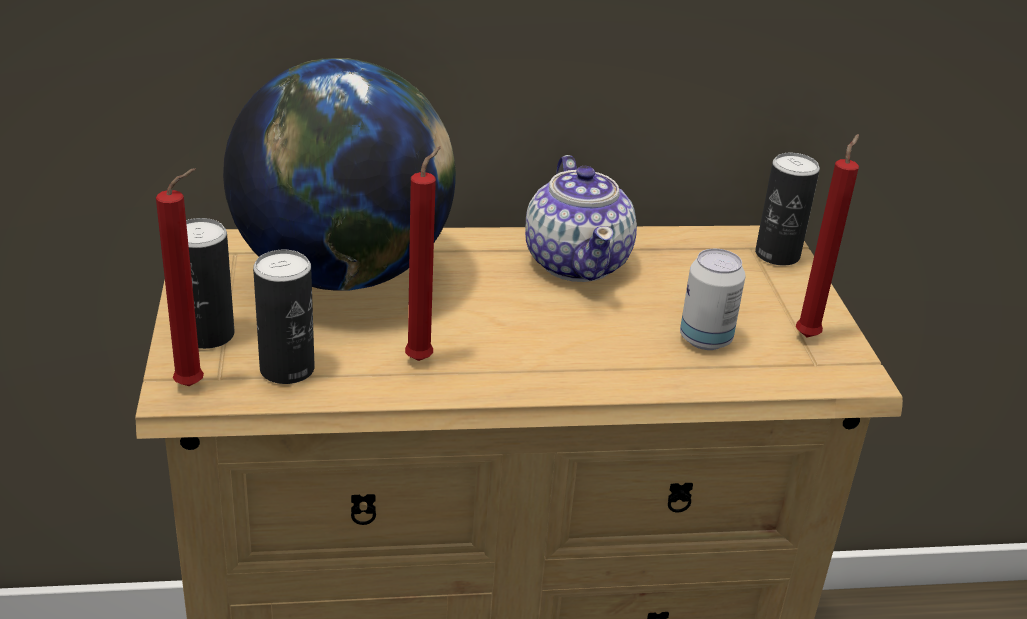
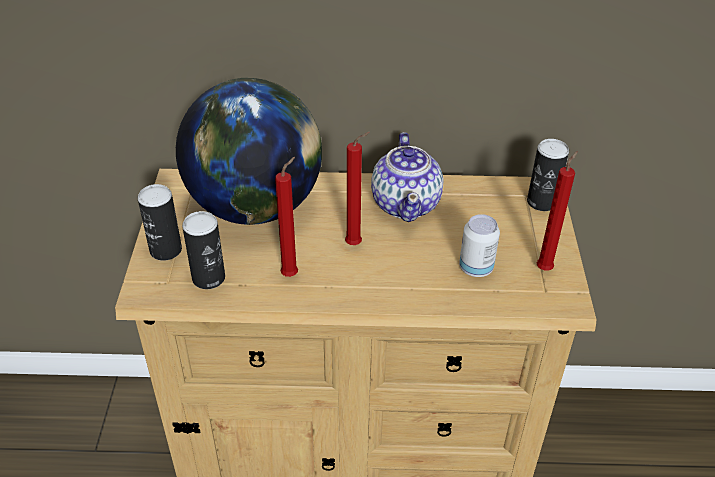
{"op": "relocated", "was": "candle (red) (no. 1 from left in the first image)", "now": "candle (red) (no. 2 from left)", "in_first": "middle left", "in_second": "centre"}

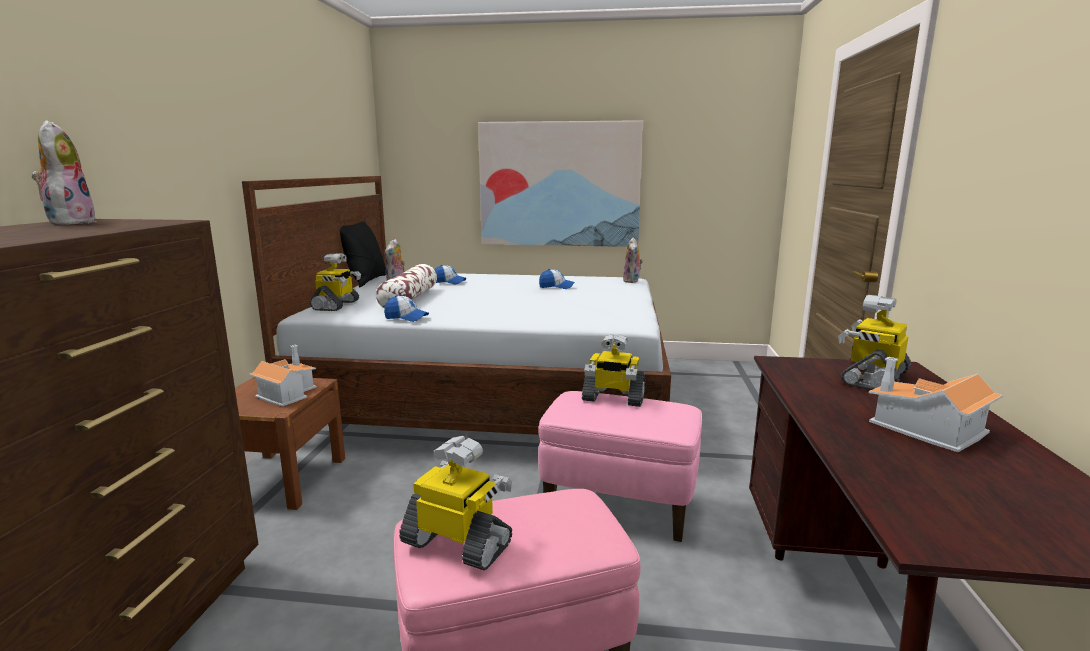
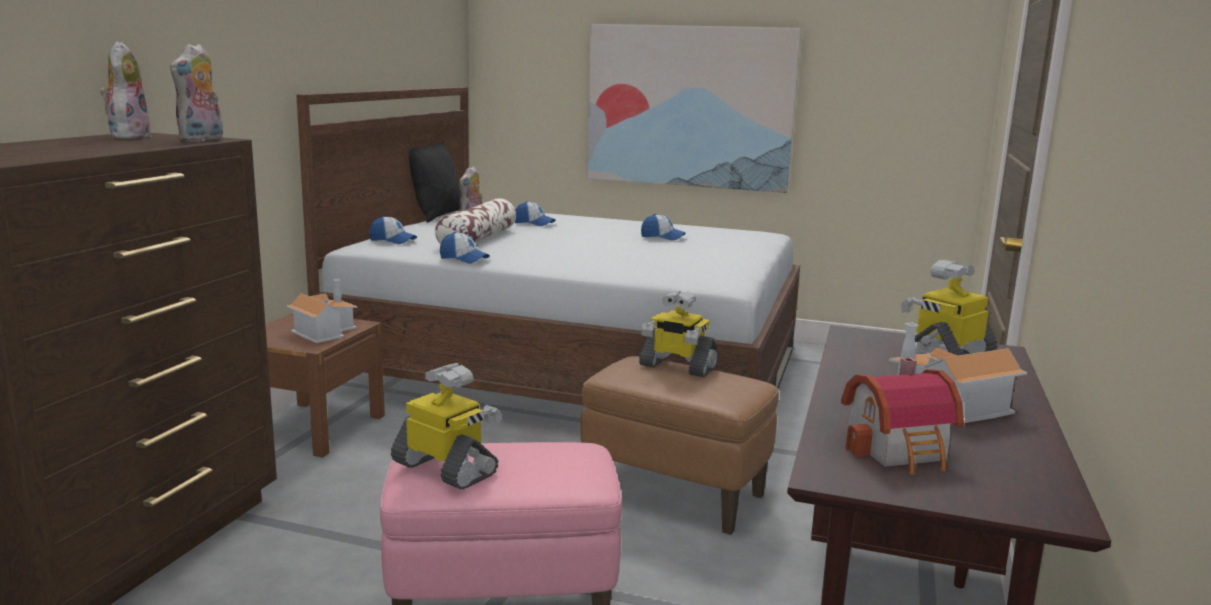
{"op": "appeared", "now": "toy house (no. 2 from left)", "in_second": "bottom right"}
{"op": "relocated", "was": "plush toy (no. 3 from left in the first image)", "now": "plush toy (no. 2 from left)", "in_first": "centre", "in_second": "top left"}
{"op": "exchanged", "was": "toy robot (no. 1 from left)", "now": "cap (no. 1 from left)", "in_first": "middle left", "in_second": "middle left"}
{"op": "colour", "was": "ottoman (pink) (no. 2 from left)", "now": "ottoman (brown)", "in_first": "bottom centre", "in_second": "bottom centre"}

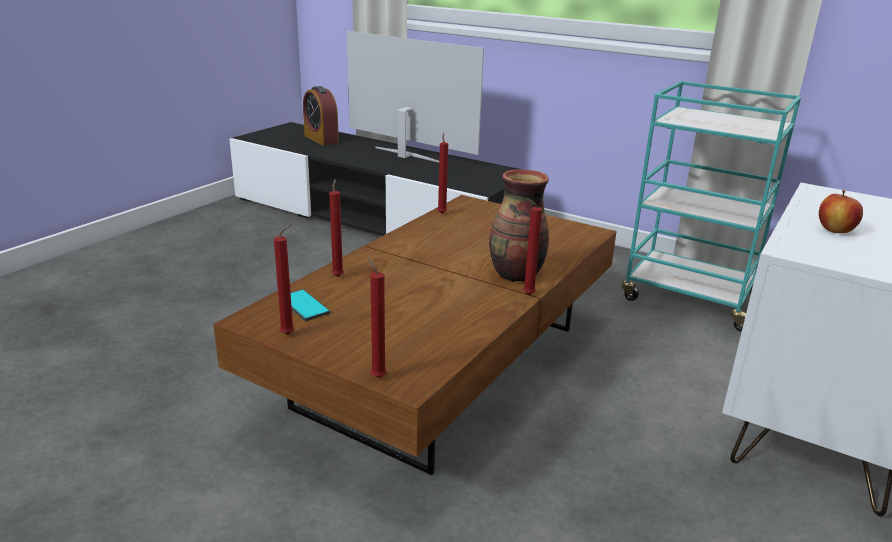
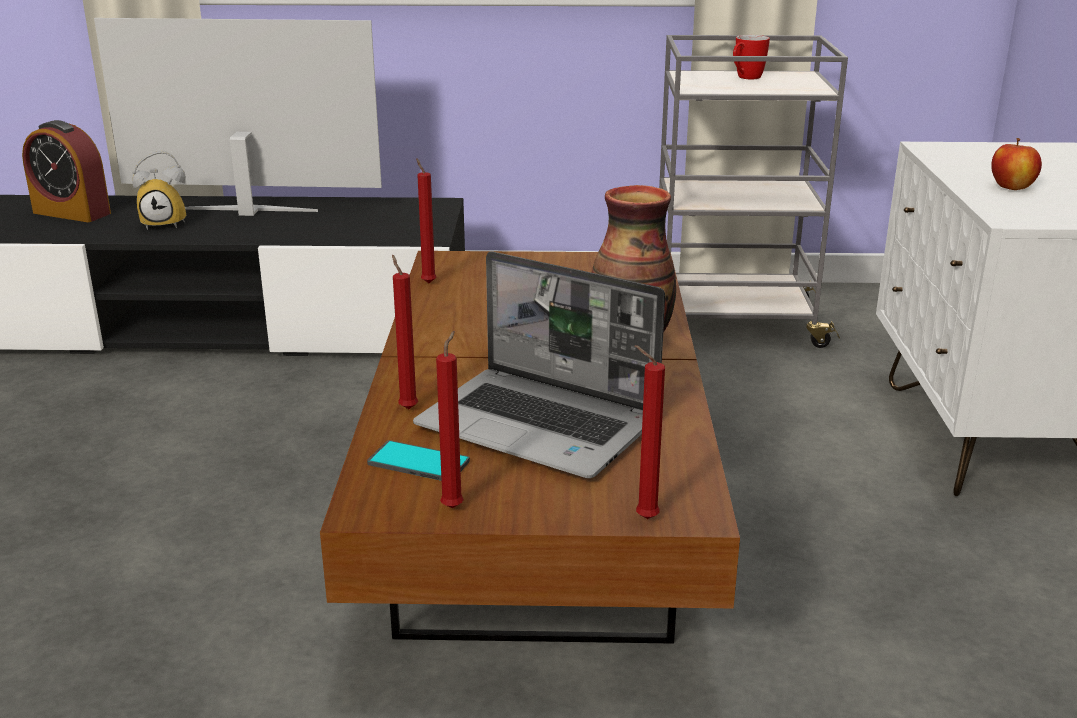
{"op": "missing", "was": "candle (red) (no. 5 from left)", "in_first": "centre"}
{"op": "appeared", "now": "alarm clock (no. 2 from left)", "in_second": "top left"}
{"op": "appeared", "now": "laptop", "in_second": "centre"}
{"op": "appeared", "now": "mug", "in_second": "top right"}
{"op": "colour", "was": "cart (turquoise)", "now": "cart (grey)", "in_first": "middle right", "in_second": "top right"}

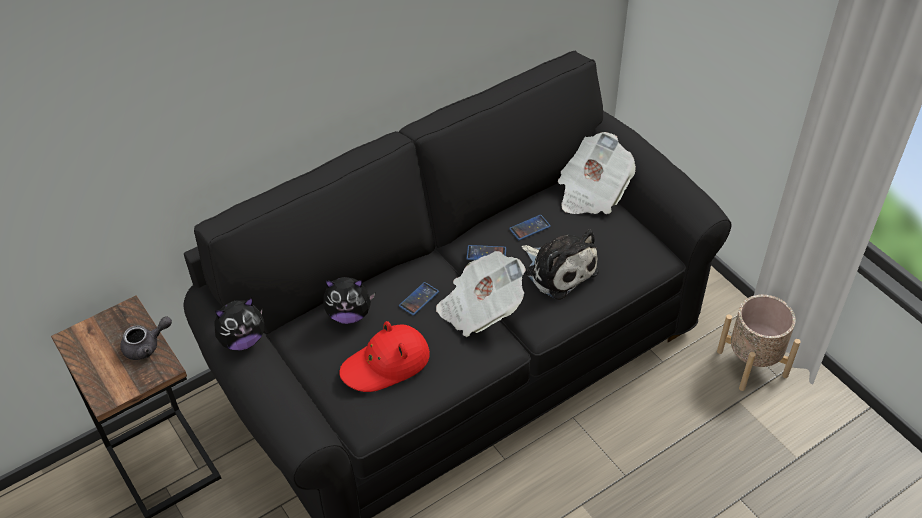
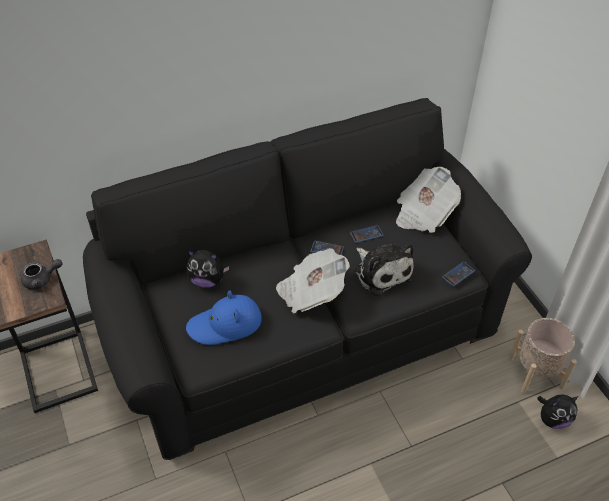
{"op": "relocated", "was": "plush toy (no. 1 from left in the first image)", "now": "plush toy (no. 3 from left)", "in_first": "middle left", "in_second": "bottom right"}
{"op": "relocated", "was": "phone (no. 1 from left in the first image)", "now": "phone (no. 3 from left)", "in_first": "centre", "in_second": "middle right"}
{"op": "colour", "was": "hat (red)", "now": "hat (blue)", "in_first": "bottom centre", "in_second": "centre"}

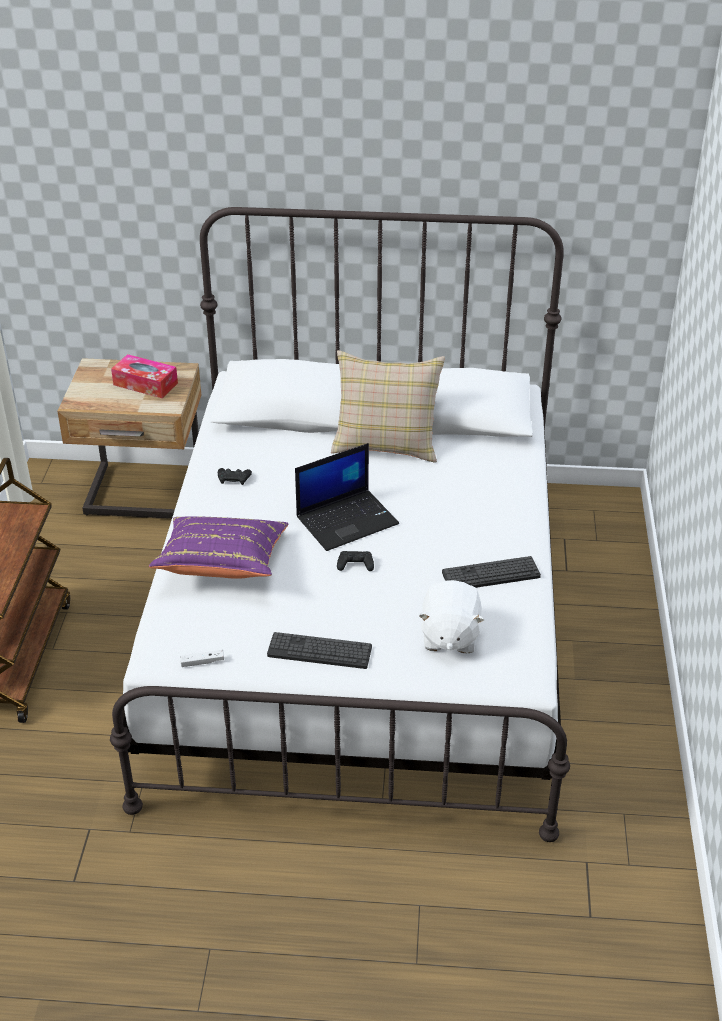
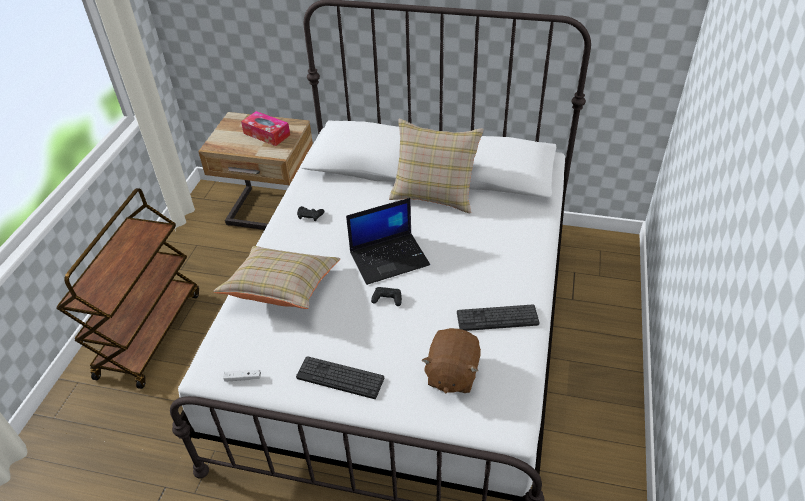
{"op": "colour", "was": "pillow (purple)", "now": "pillow (beige) (no. 1 from left)", "in_first": "middle left", "in_second": "centre"}
{"op": "colour", "was": "plush toy (white)", "now": "plush toy (brown)", "in_first": "centre", "in_second": "bottom centre"}

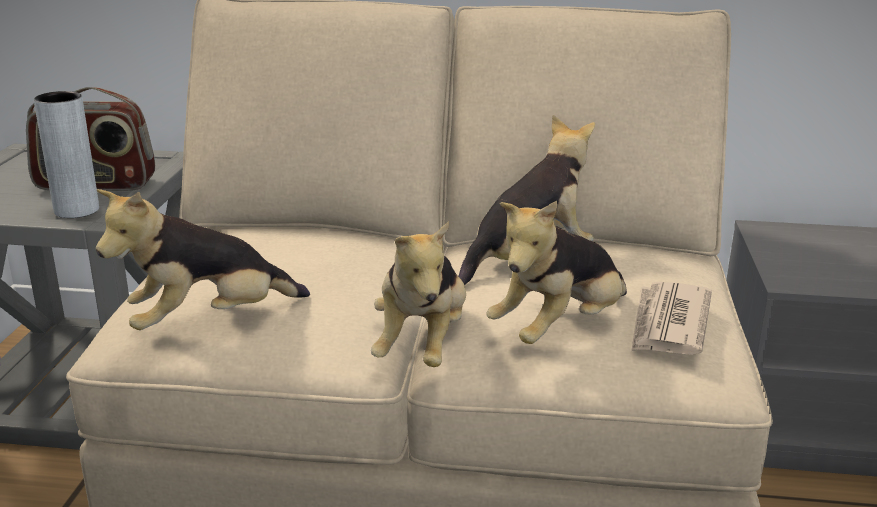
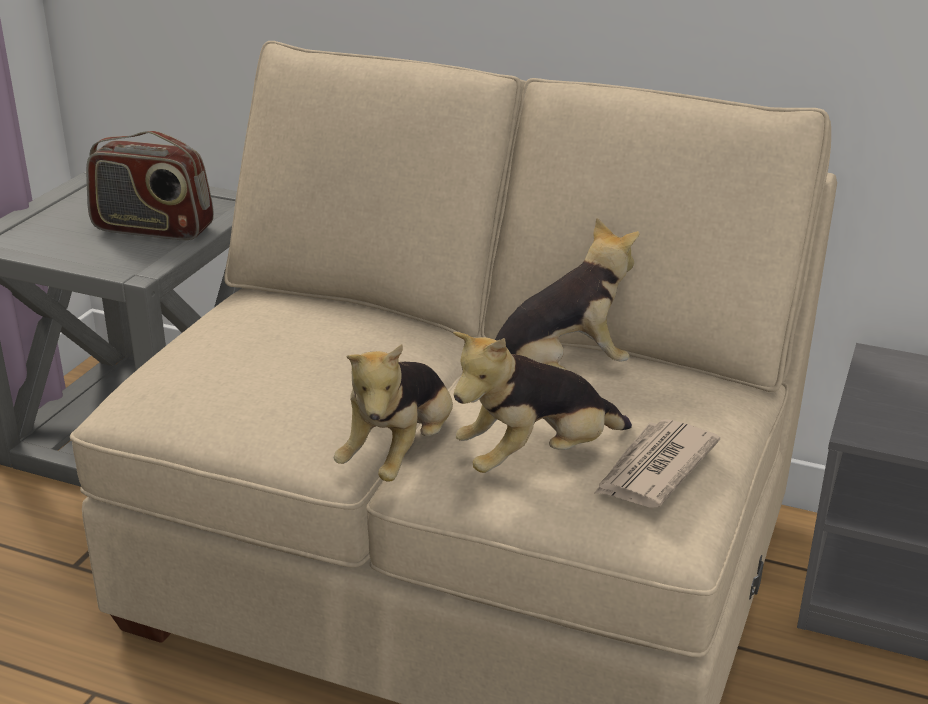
{"op": "missing", "was": "vase (grey)", "in_first": "top left"}
{"op": "missing", "was": "plush toy (no. 1 from left)", "in_first": "middle left"}

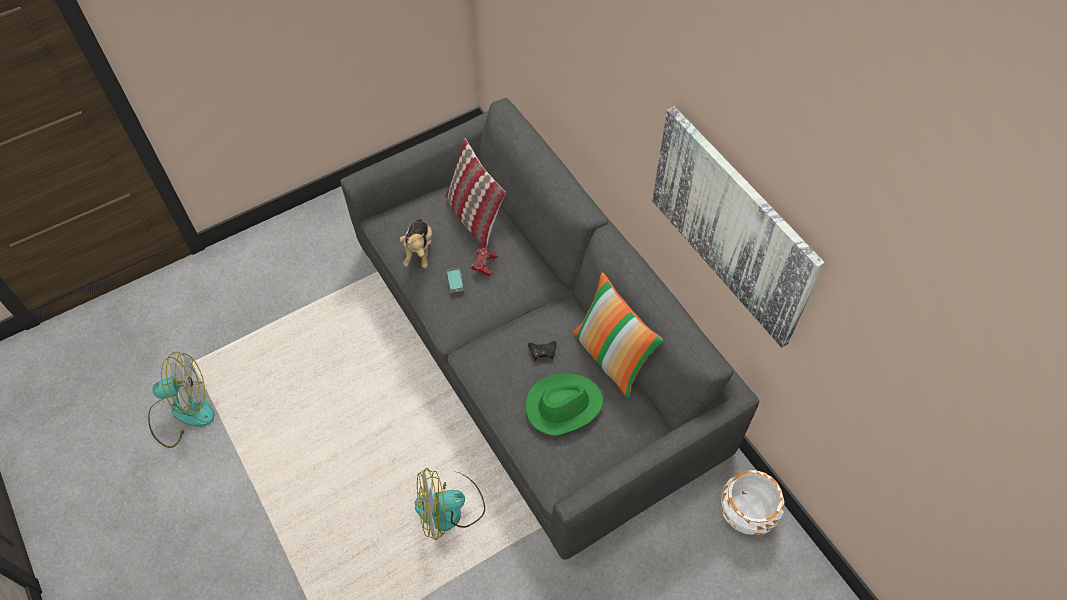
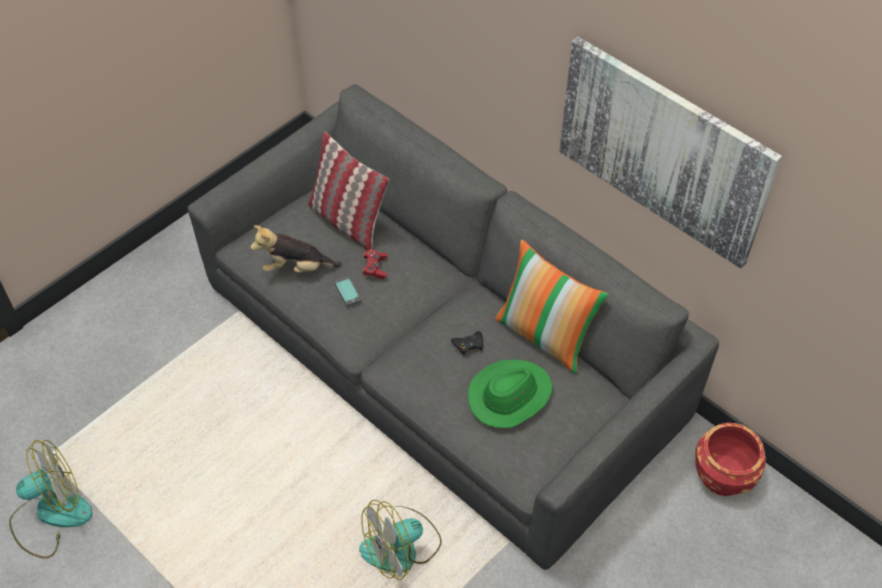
{"op": "colour", "was": "planter (white)", "now": "planter (red)", "in_first": "bottom right", "in_second": "bottom right"}
{"op": "spun", "was": "plush toy", "in_first": "centre", "in_second": "centre", "clockwise": 105}

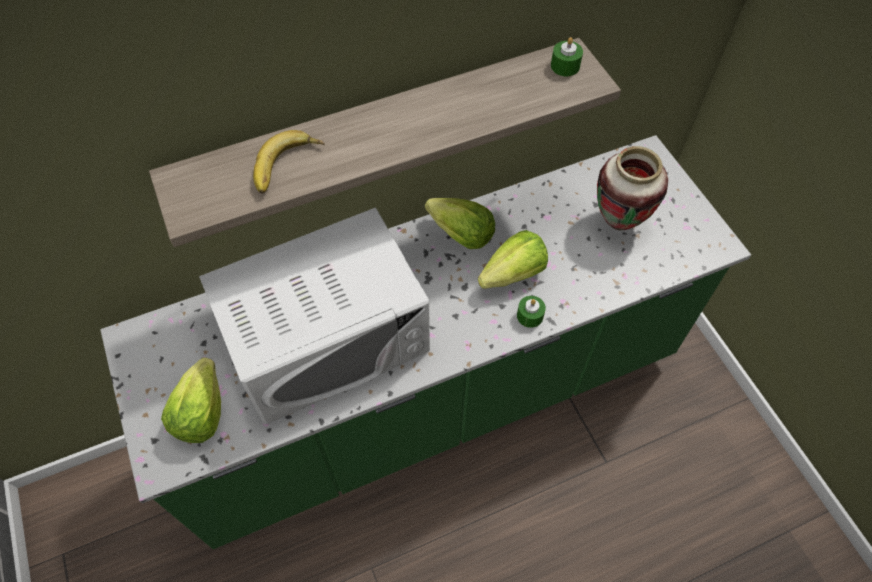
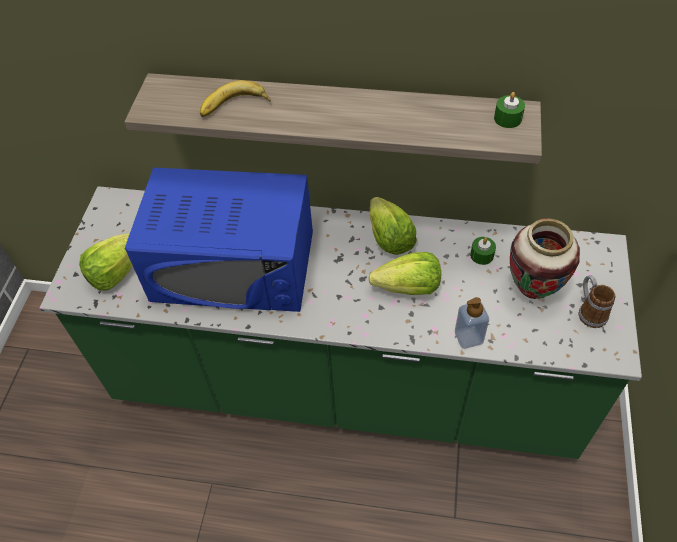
{"op": "appeared", "now": "soap dispenser", "in_second": "middle right"}
{"op": "appeared", "now": "mug", "in_second": "middle right"}
{"op": "relocated", "was": "candle (green) (no. 1 from left)", "in_first": "centre", "in_second": "middle right"}
{"op": "colour", "was": "microwave (white)", "now": "microwave (blue)", "in_first": "centre", "in_second": "middle left"}

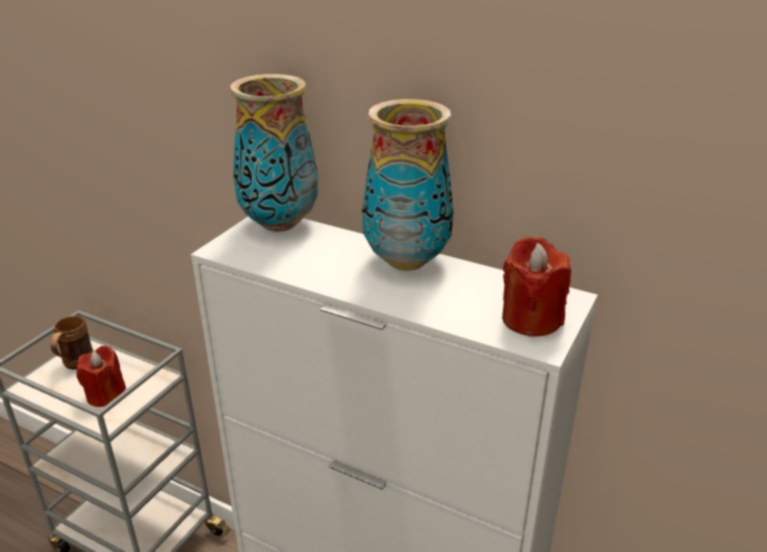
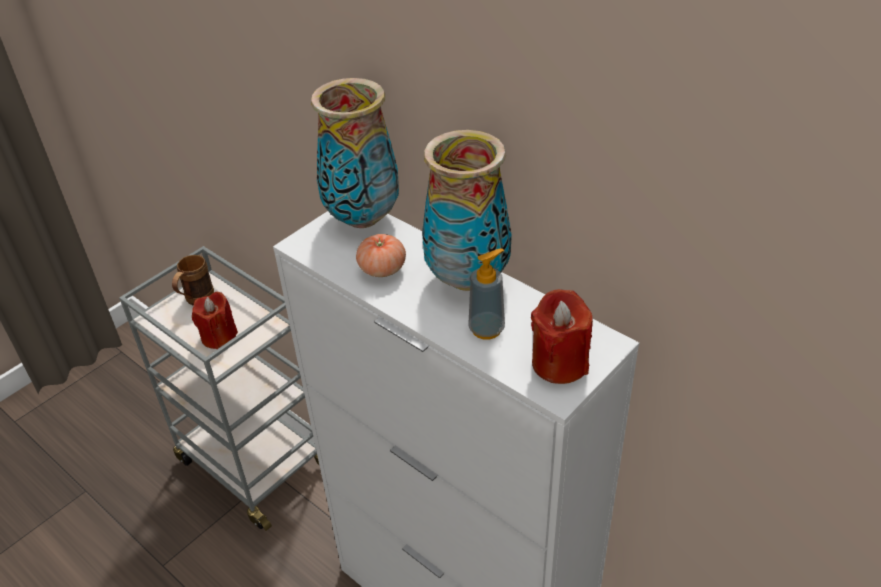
{"op": "appeared", "now": "tomato", "in_second": "centre"}
{"op": "appeared", "now": "soap dispenser", "in_second": "centre"}

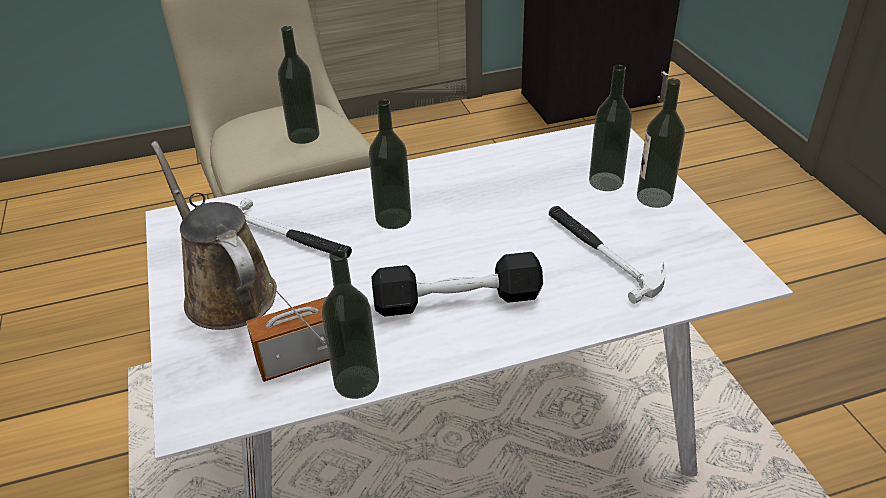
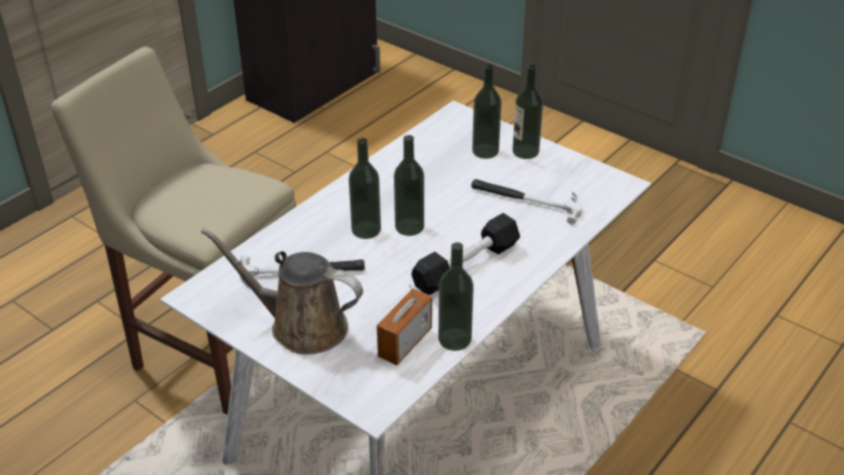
{"op": "relocated", "was": "bottle (no. 1 from left in the first image)", "now": "bottle (no. 2 from left)", "in_first": "top centre", "in_second": "centre"}

